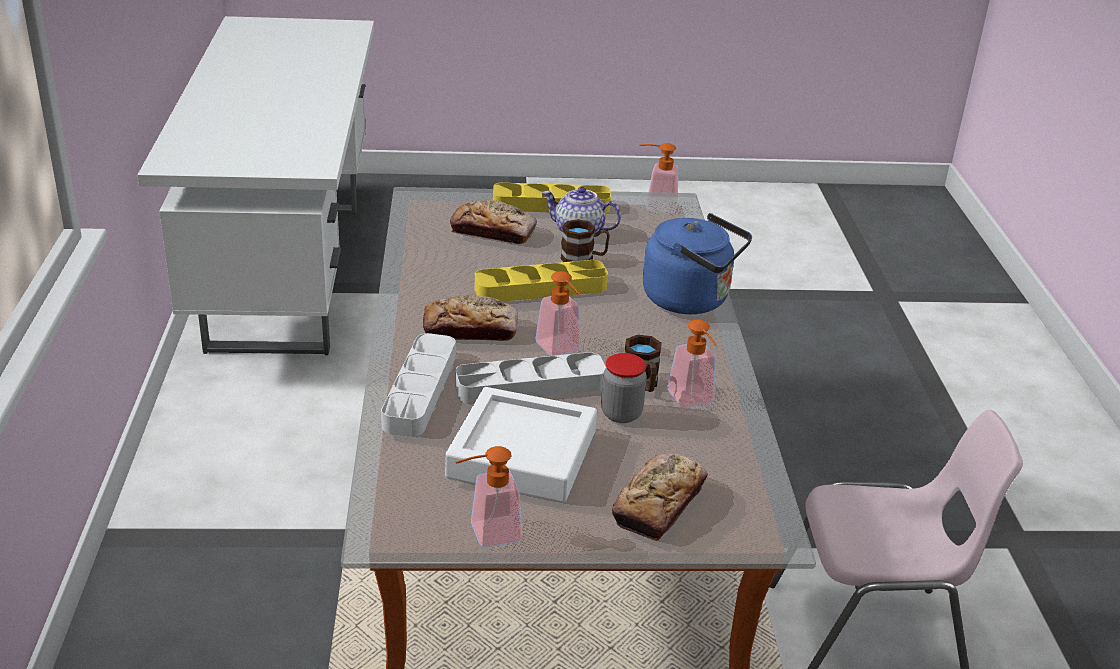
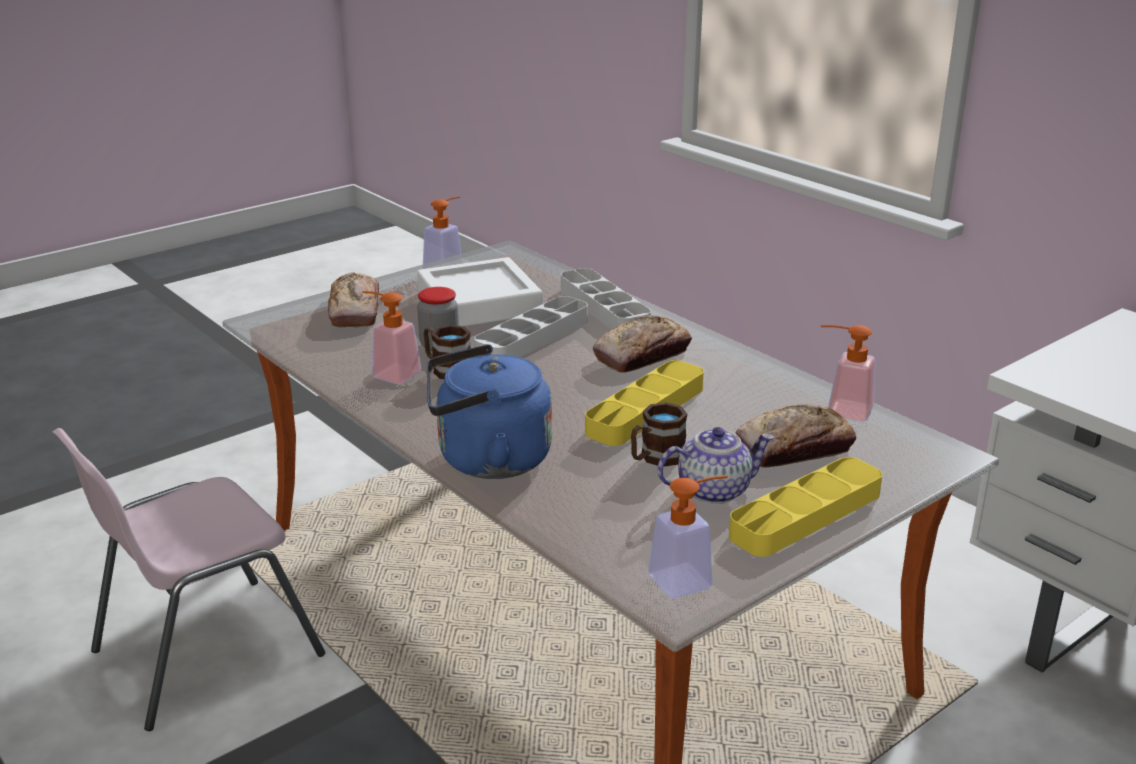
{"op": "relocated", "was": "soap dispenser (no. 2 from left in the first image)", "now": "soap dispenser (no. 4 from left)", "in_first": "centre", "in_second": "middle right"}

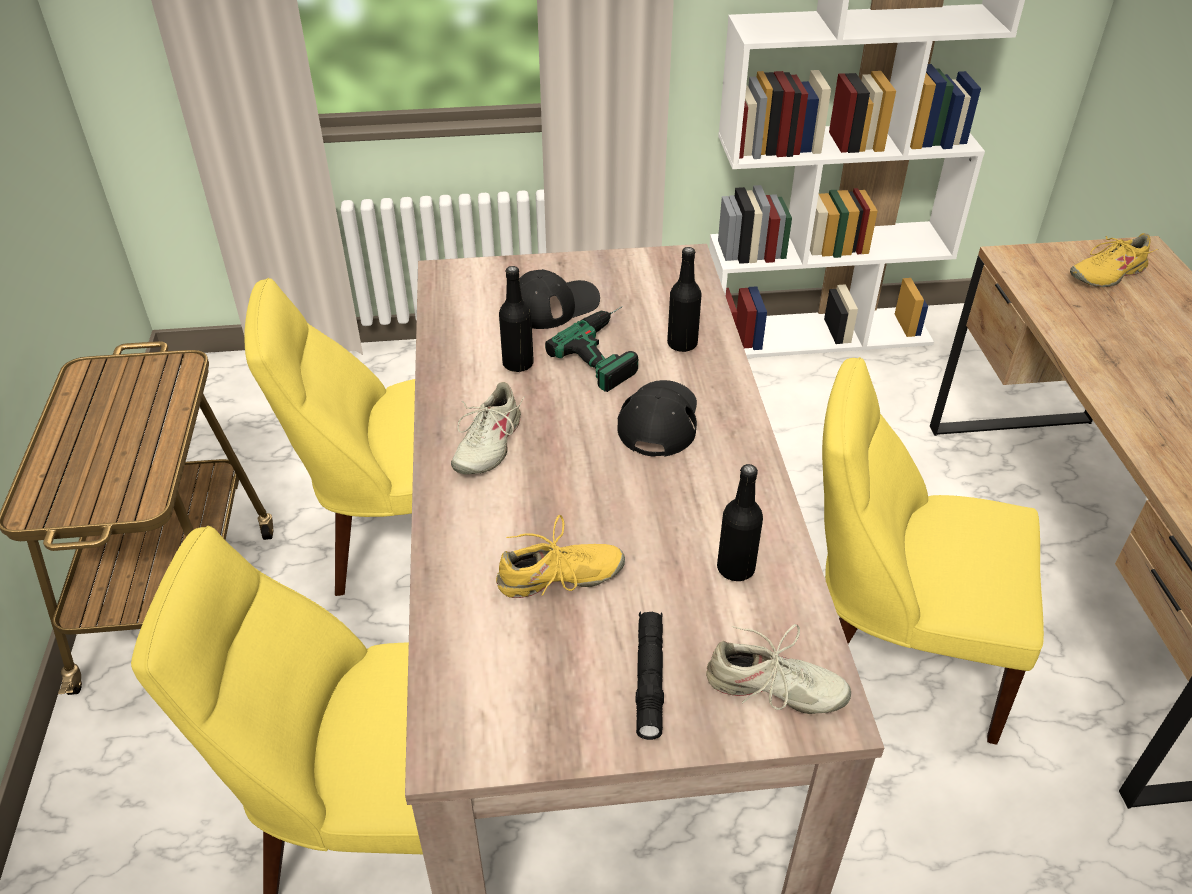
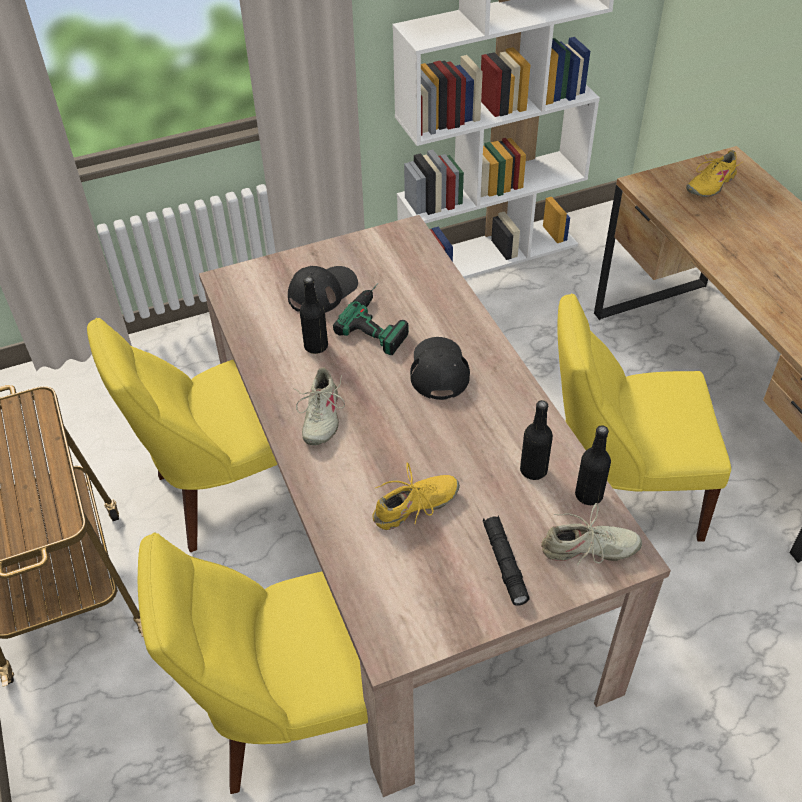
{"op": "relocated", "was": "bottle (black) (no. 2 from left in the first image)", "now": "bottle (black) (no. 3 from left)", "in_first": "centre", "in_second": "middle right"}

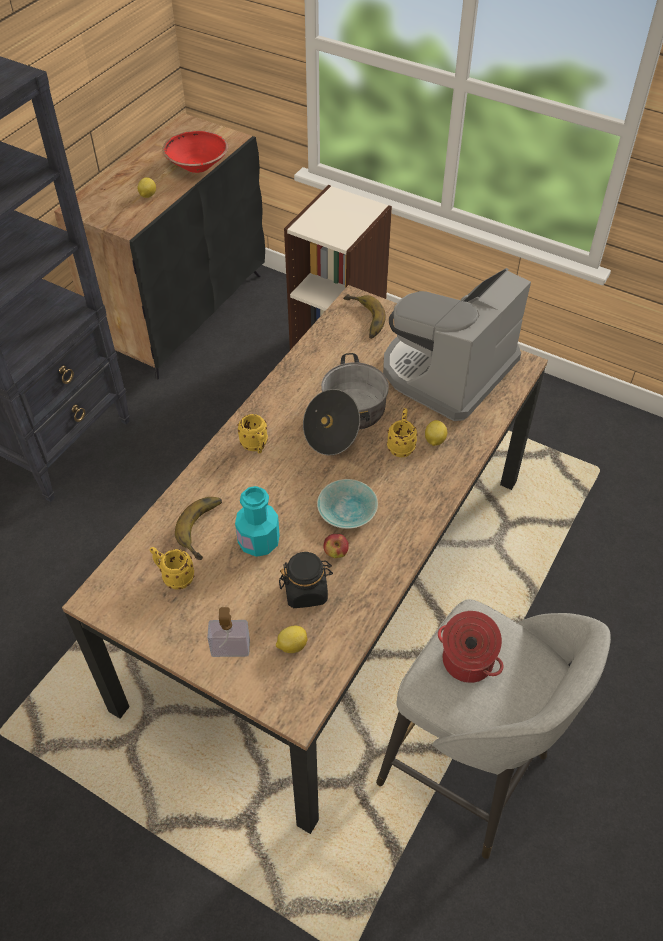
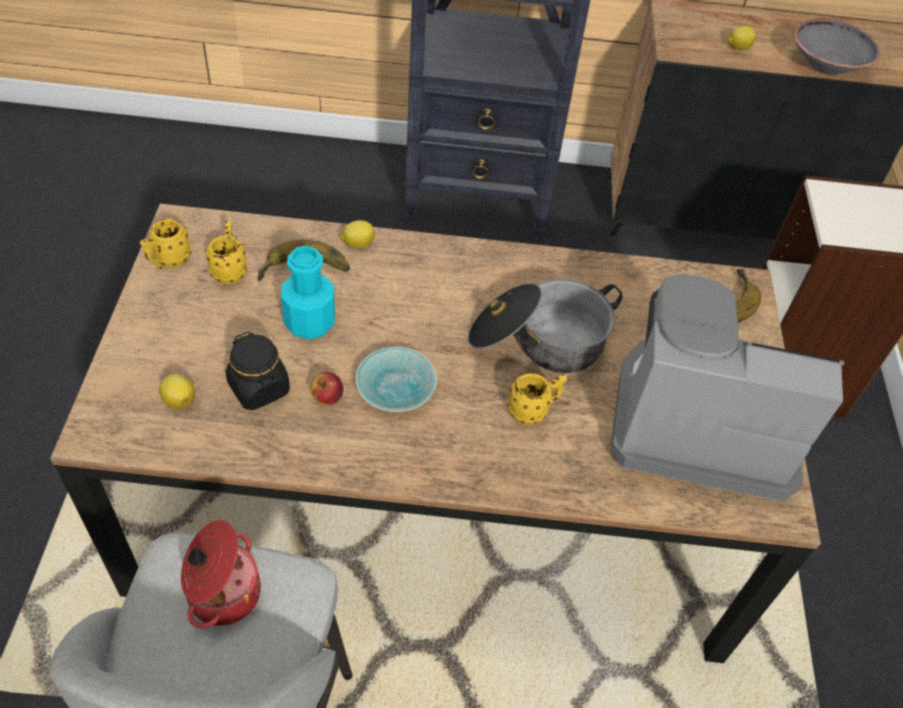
{"op": "missing", "was": "soap dispenser", "in_first": "bottom centre"}
{"op": "relocated", "was": "mug (yellow) (no. 2 from left in the first image)", "now": "mug (yellow) (no. 1 from left)", "in_first": "centre", "in_second": "middle left"}
{"op": "relocated", "was": "lemon (no. 3 from left in the first image)", "now": "lemon (no. 2 from left)", "in_first": "centre", "in_second": "top centre"}
{"op": "colour", "was": "bowl (red)", "now": "bowl (grey)", "in_first": "top left", "in_second": "top right"}

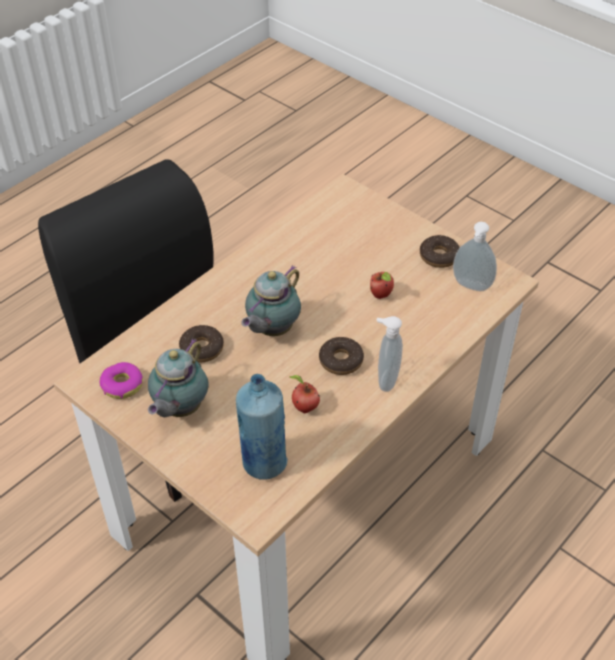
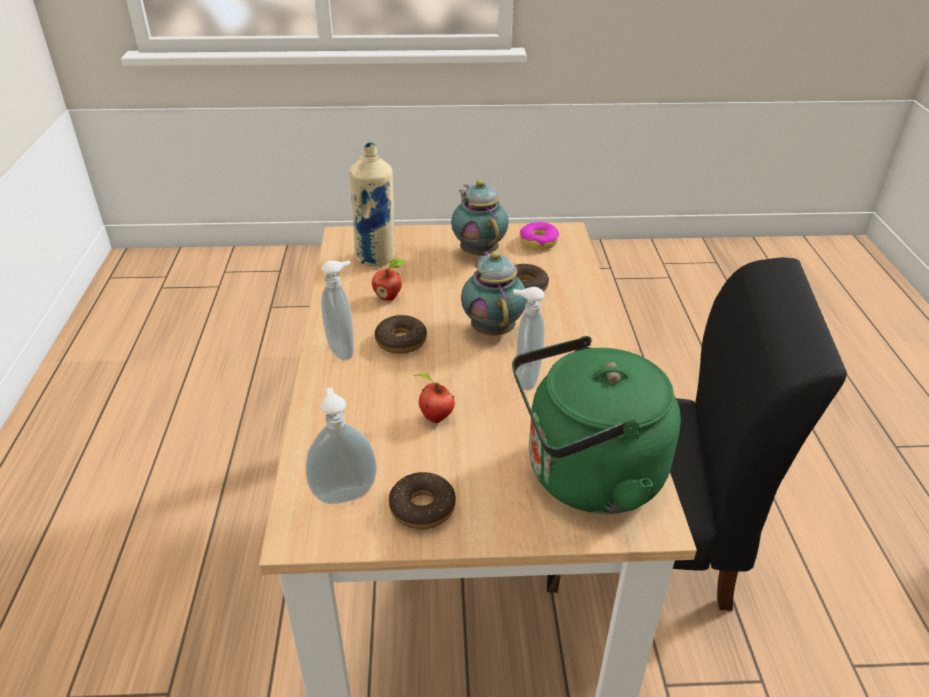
{"op": "appeared", "now": "kettle (green)", "in_second": "centre"}
{"op": "appeared", "now": "soap dispenser (no. 3 from left)", "in_second": "centre"}
{"op": "colour", "was": "bottle (blue)", "now": "bottle (beige)", "in_first": "centre", "in_second": "top centre"}

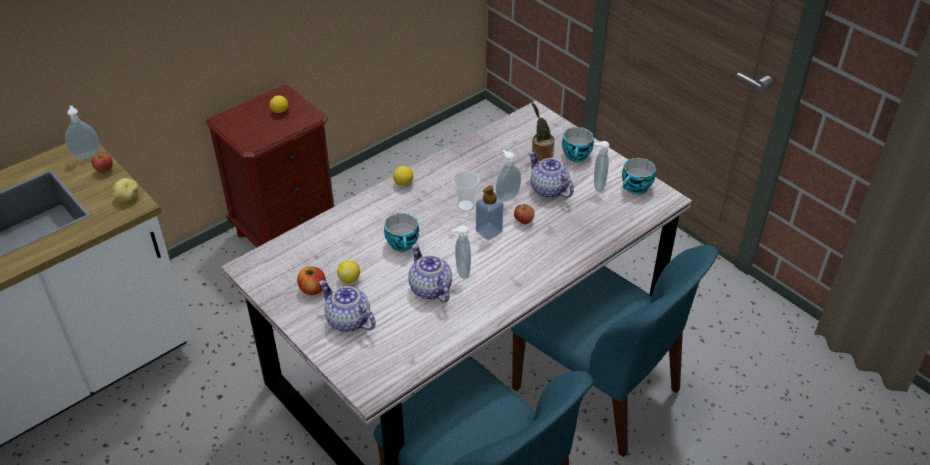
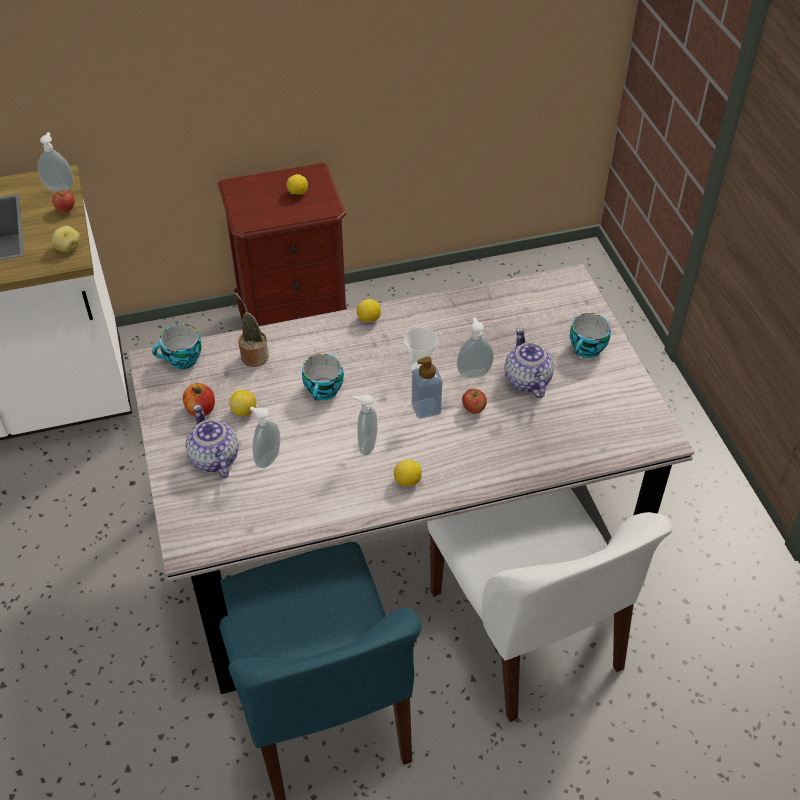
{"op": "missing", "was": "teapot (no. 2 from left)", "in_first": "centre"}
{"op": "appeared", "now": "lemon (no. 4 from left)", "in_second": "centre"}
{"op": "relocated", "was": "potted plant", "in_first": "top centre", "in_second": "middle left"}
{"op": "relocated", "was": "soap dispenser (no. 5 from left in the first image)", "now": "soap dispenser (no. 2 from left)", "in_first": "centre", "in_second": "middle left"}
{"op": "relocated", "was": "cup (no. 4 from left in the first image)", "now": "cup (no. 1 from left)", "in_first": "middle right", "in_second": "middle left"}
{"op": "colour", "was": "chair (blue) (no. 2 from left)", "now": "chair (white)", "in_first": "bottom centre", "in_second": "bottom right"}

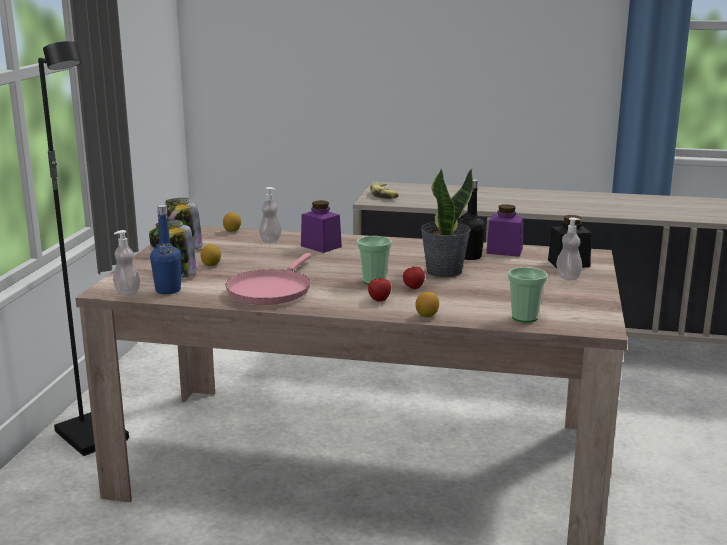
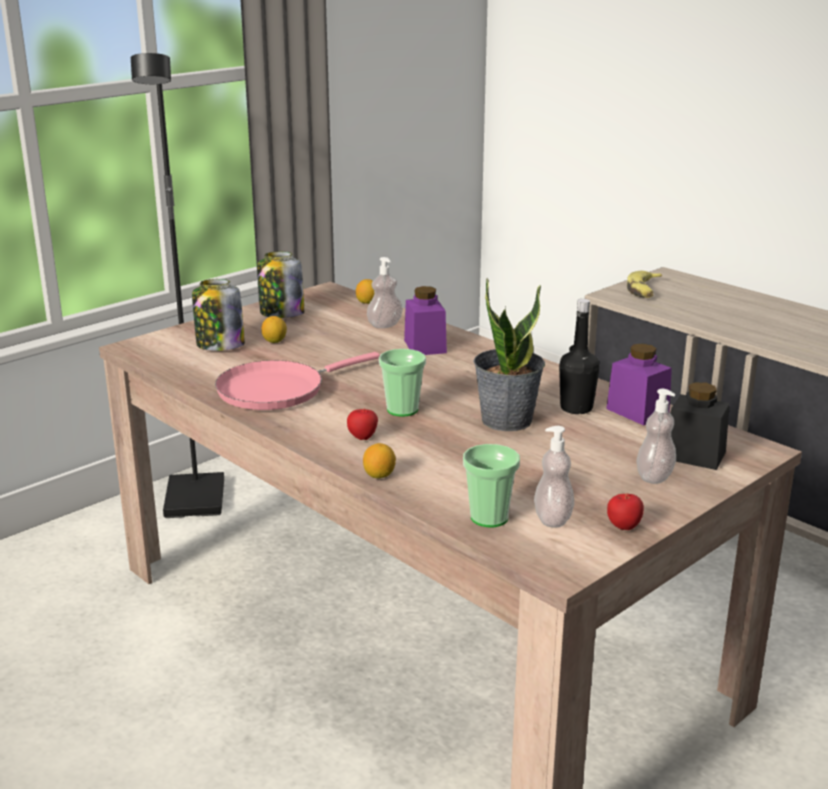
{"op": "missing", "was": "bottle (blue)", "in_first": "middle left"}
{"op": "relocated", "was": "soap dispenser (no. 1 from left in the first image)", "now": "soap dispenser (no. 2 from left)", "in_first": "middle left", "in_second": "middle right"}
{"op": "relocated", "was": "apple (no. 2 from left)", "in_first": "centre", "in_second": "middle right"}

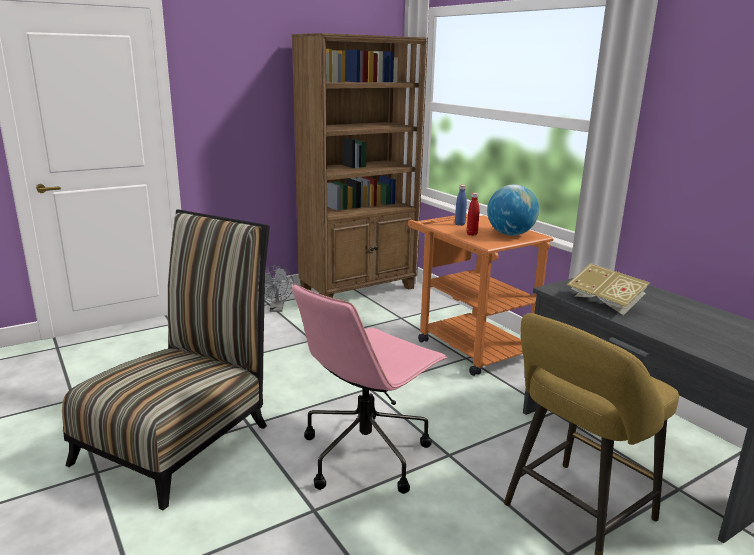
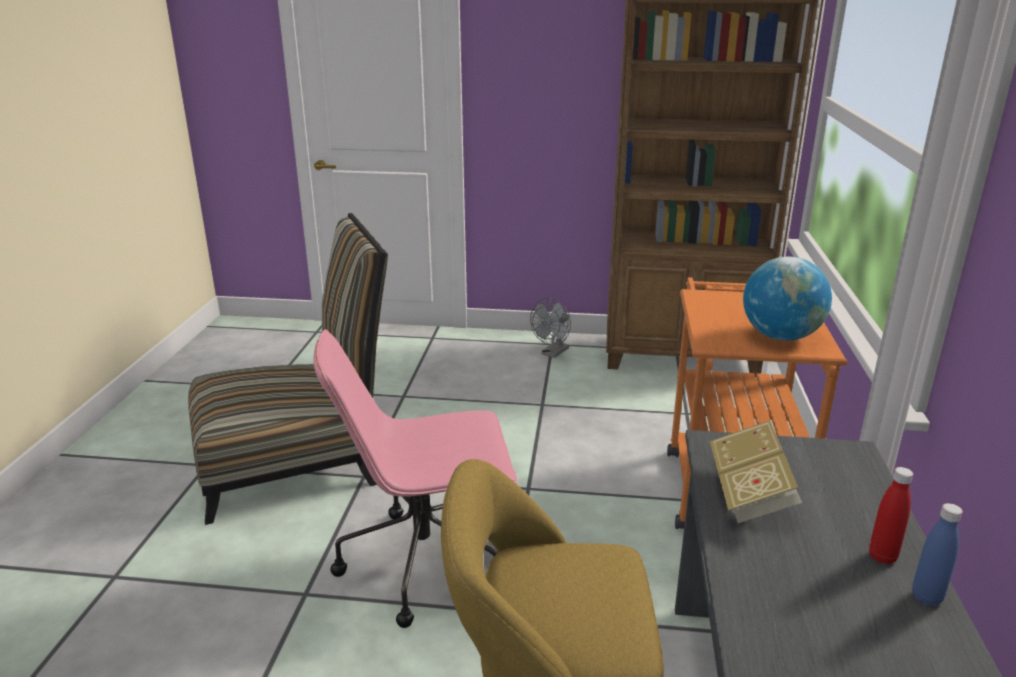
{"op": "relocated", "was": "bottle (blue)", "in_first": "centre", "in_second": "bottom right"}
{"op": "relocated", "was": "bottle (red)", "in_first": "centre", "in_second": "bottom right"}

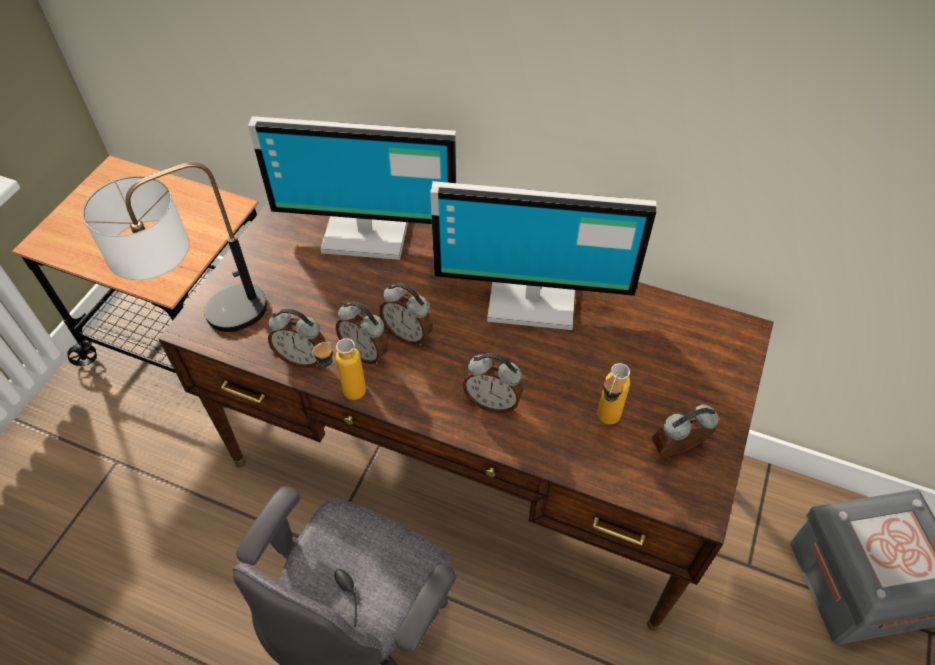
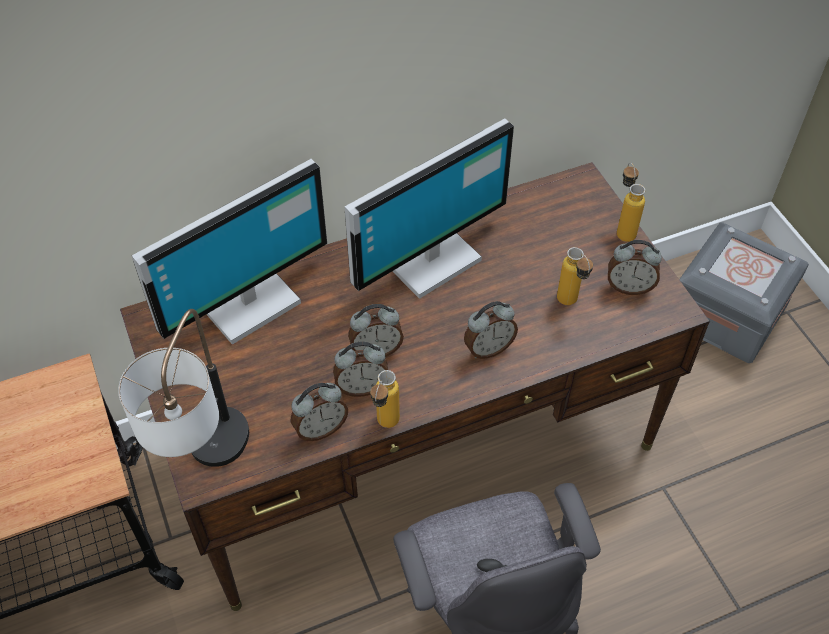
{"op": "appeared", "now": "bottle (no. 3 from left)", "in_second": "top right"}
{"op": "spun", "was": "alarm clock (no. 5 from left)", "in_first": "middle right", "in_second": "middle right", "clockwise": -105}

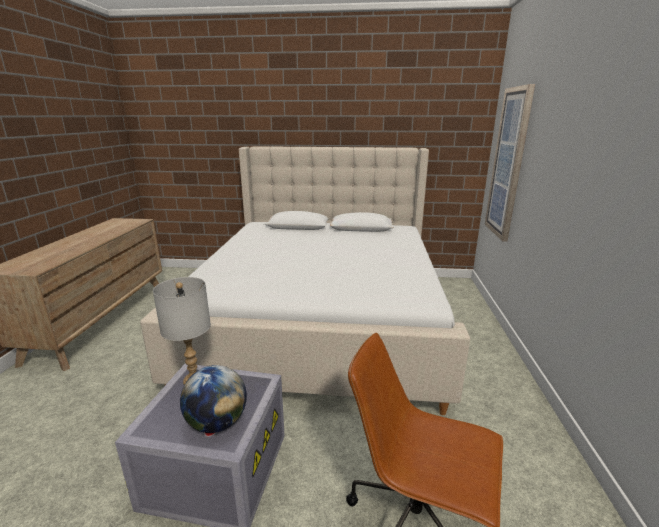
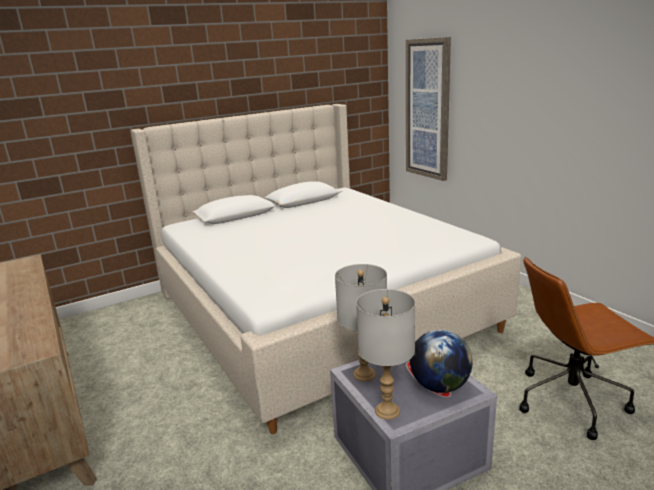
{"op": "appeared", "now": "table lamp (grey) (no. 2 from left)", "in_second": "bottom centre"}

